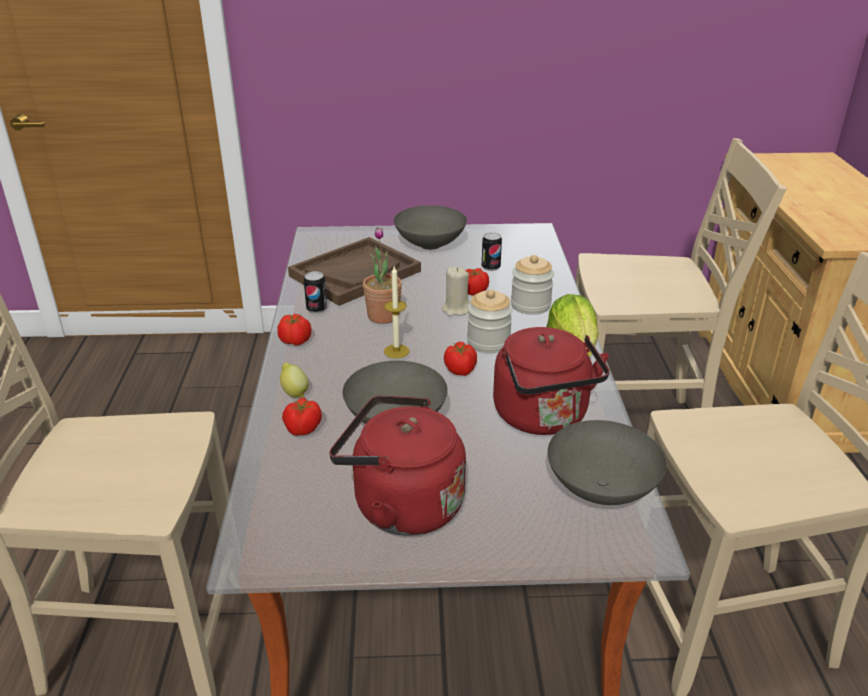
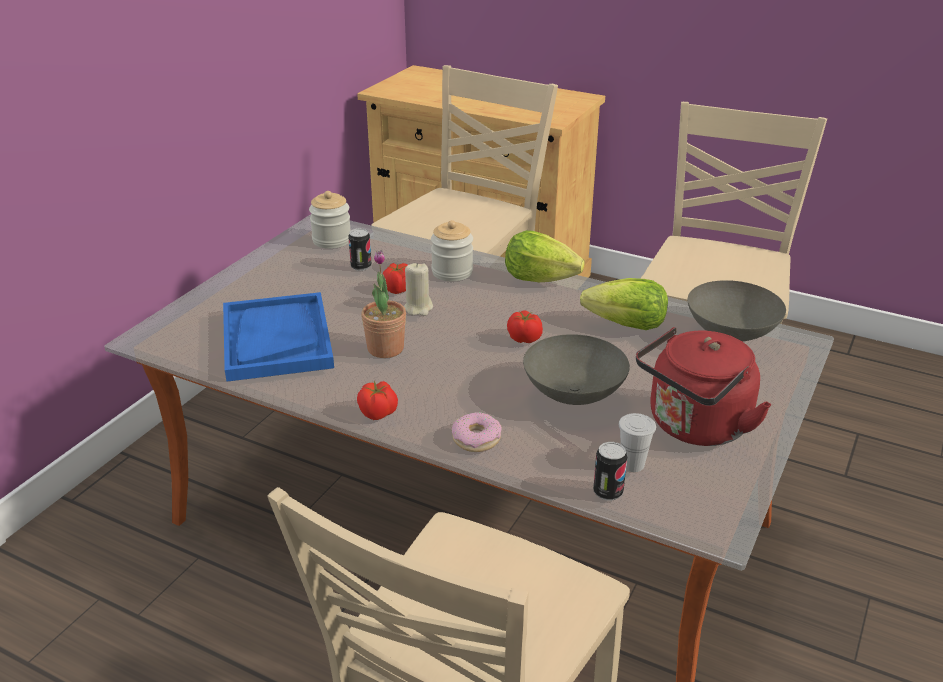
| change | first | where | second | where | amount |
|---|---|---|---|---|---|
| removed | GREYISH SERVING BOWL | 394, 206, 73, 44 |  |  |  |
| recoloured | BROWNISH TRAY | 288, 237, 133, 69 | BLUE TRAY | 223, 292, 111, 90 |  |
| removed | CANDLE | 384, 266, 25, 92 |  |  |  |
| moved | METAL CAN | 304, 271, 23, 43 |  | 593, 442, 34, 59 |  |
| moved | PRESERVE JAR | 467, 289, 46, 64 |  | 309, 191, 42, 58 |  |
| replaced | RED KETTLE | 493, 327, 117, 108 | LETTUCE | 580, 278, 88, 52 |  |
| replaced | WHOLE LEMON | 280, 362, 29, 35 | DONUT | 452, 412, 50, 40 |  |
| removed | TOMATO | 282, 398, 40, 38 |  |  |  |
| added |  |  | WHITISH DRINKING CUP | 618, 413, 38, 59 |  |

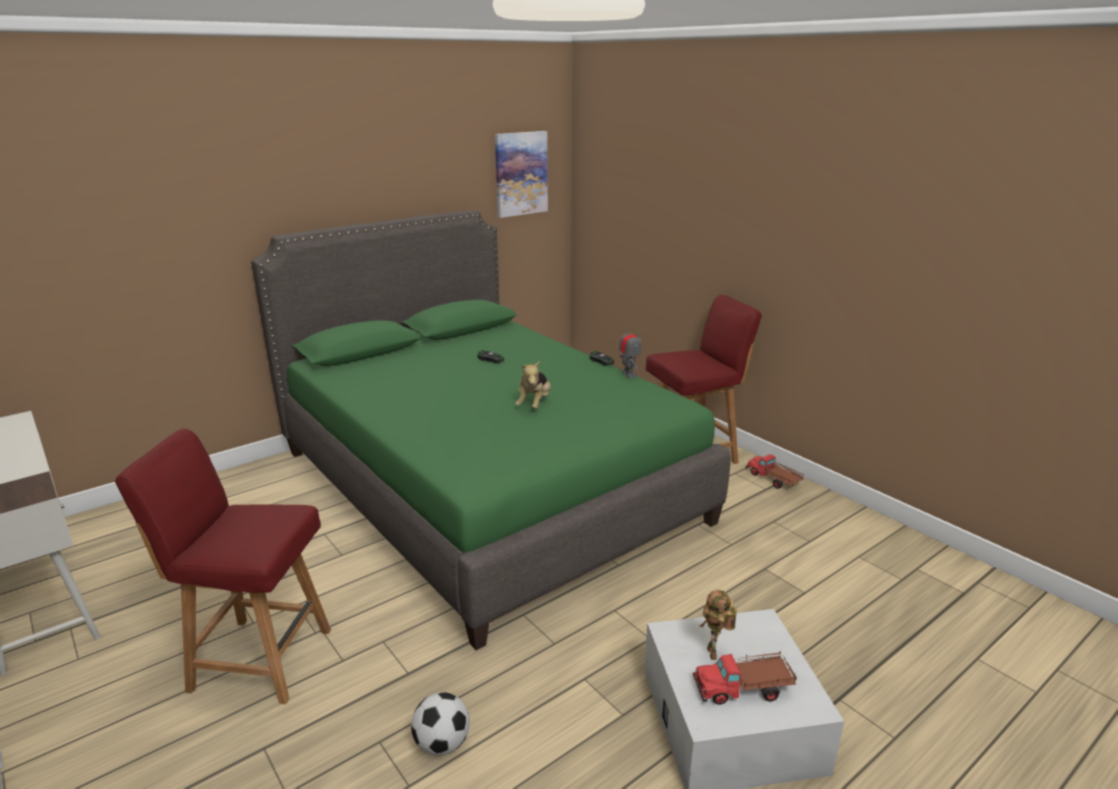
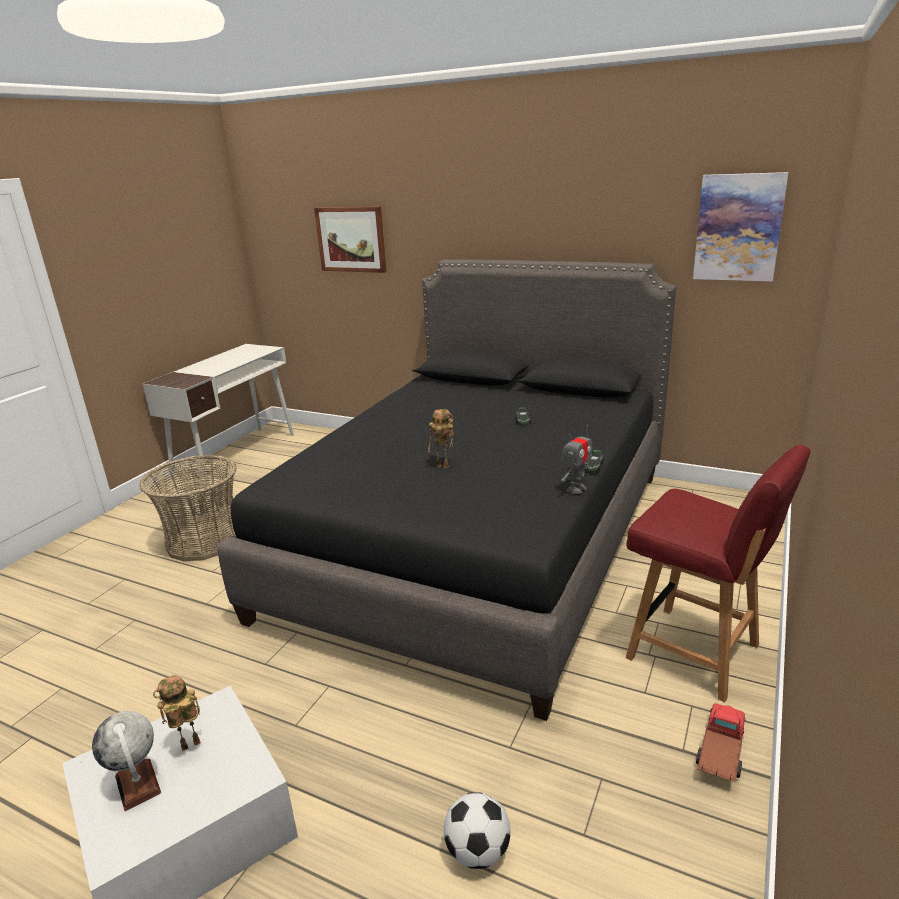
| change | first | where | second | where | amount |
|---|---|---|---|---|---|
| recoloured | GREEN SLEEPING BED | 251, 210, 480, 440 | BLACK SLEEPING BED | 218, 259, 458, 462 |  |
| replaced | CUDDLY TOY | 515, 361, 36, 48 | TOY ROBOT | 428, 409, 26, 59 |  |
| replaced | RED CHAIR | 115, 428, 216, 276 | STORAGE BASKET | 139, 455, 98, 107 |  |
| replaced | TOY TRUCK | 693, 651, 104, 54 | WORLD GLOBE | 92, 711, 69, 100 |  |
| moved | FOOTBALL | 411, 692, 59, 64 |  | 444, 792, 67, 77 |  |
| added |  |  | WALL PICTURE | 314, 207, 73, 66 |  |

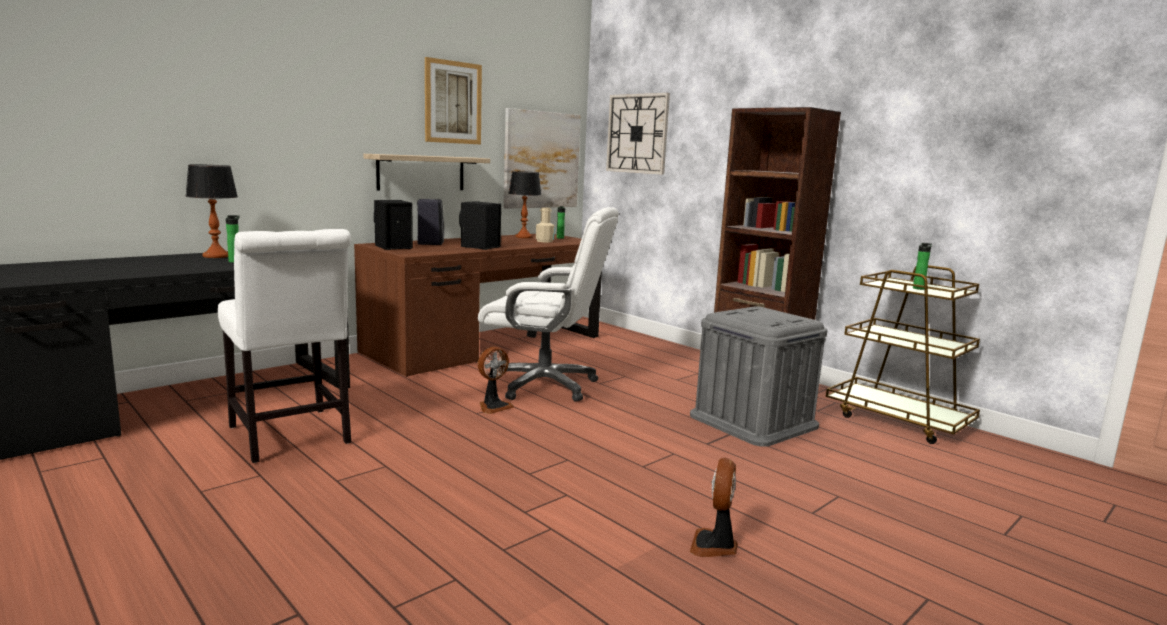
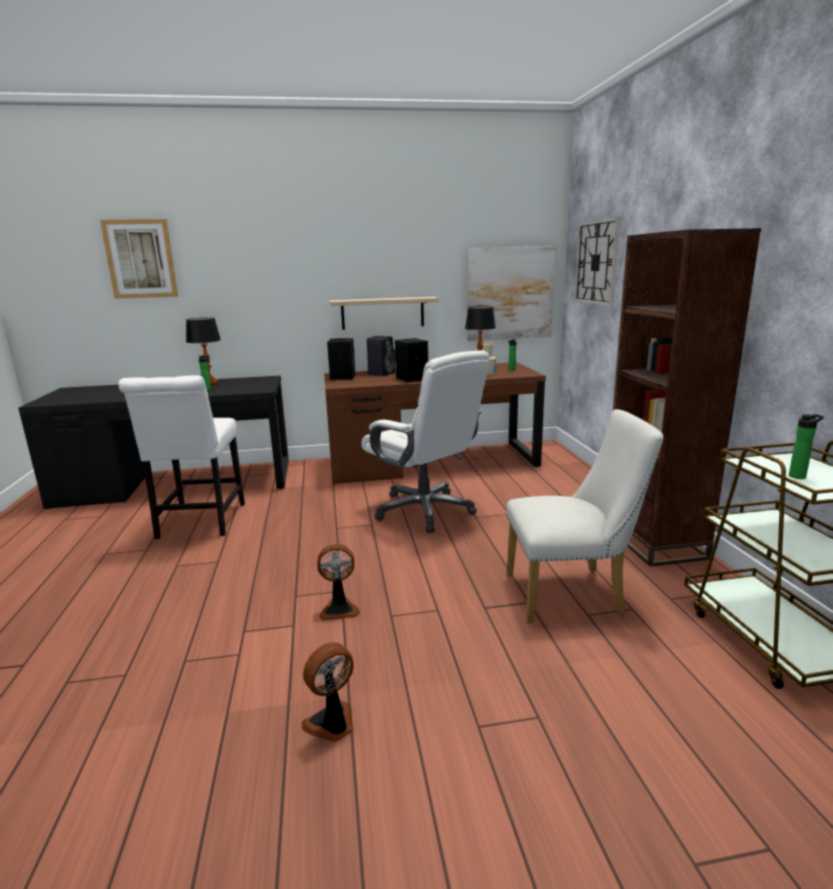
| change | first | where | second | where | amount |
|---|---|---|---|---|---|
| moved | WALL PICTURE | 425, 57, 57, 87 |  | 100, 219, 78, 80 |  |
| replaced | GREYISH STORAGE CONTAINER | 690, 306, 137, 141 | WHITISH CHAIR | 506, 409, 158, 214 |  |
| moved | ELECTRIC FAN | 478, 347, 36, 67 |  | 317, 544, 43, 77 |  |

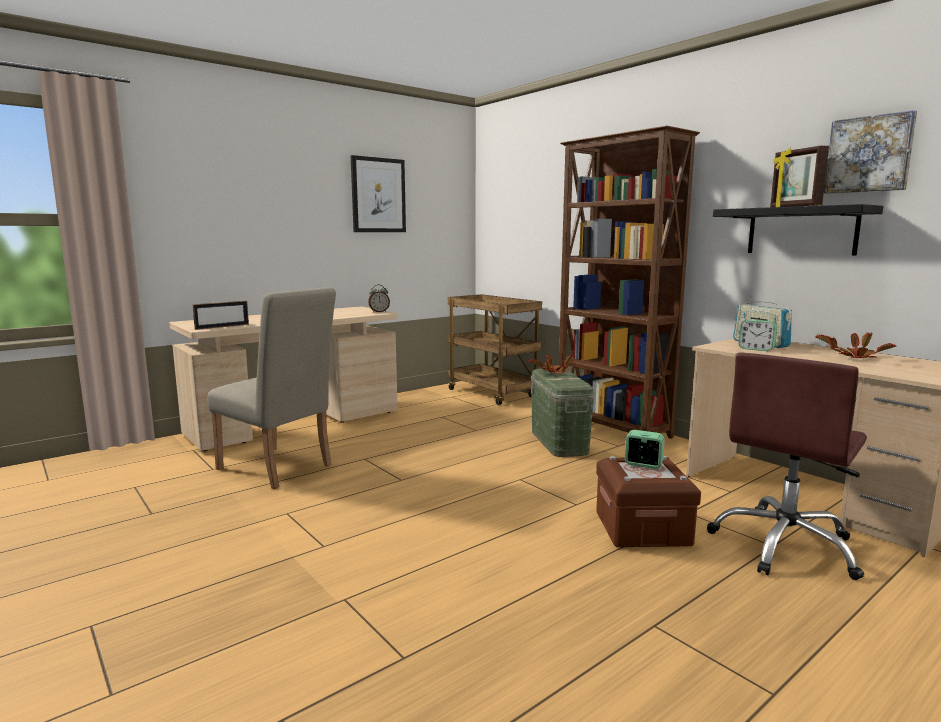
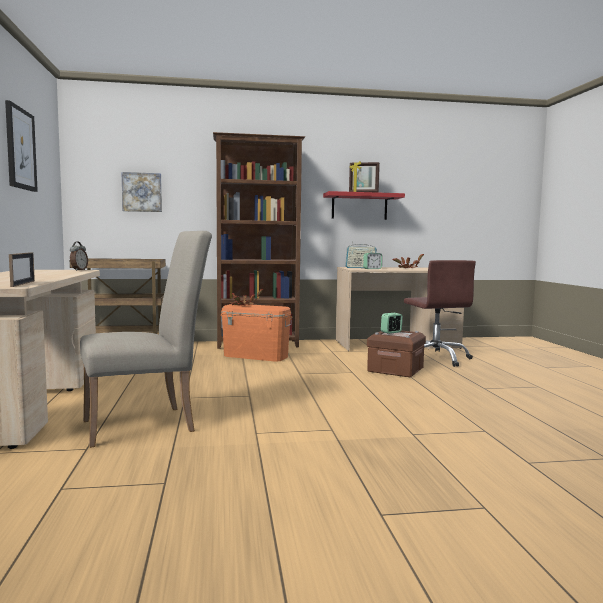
| change | first | where | second | where | amount |
|---|---|---|---|---|---|
| moved | WALL PICTURE | 824, 110, 93, 84 |  | 121, 172, 41, 40 |  |
| recoloured | BLACK BRACKET SHELF | 713, 204, 171, 51 | RED BRACKET SHELF | 323, 191, 82, 29 |  |
| recoloured | GREEN STORAGE CONTAINER | 531, 369, 64, 88 | ORANGEY STORAGE CONTAINER | 220, 304, 72, 58 |  |

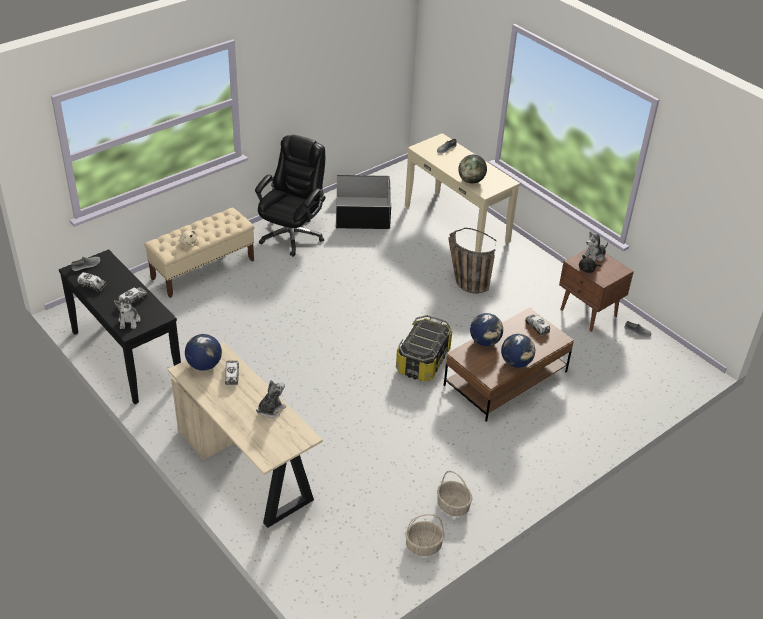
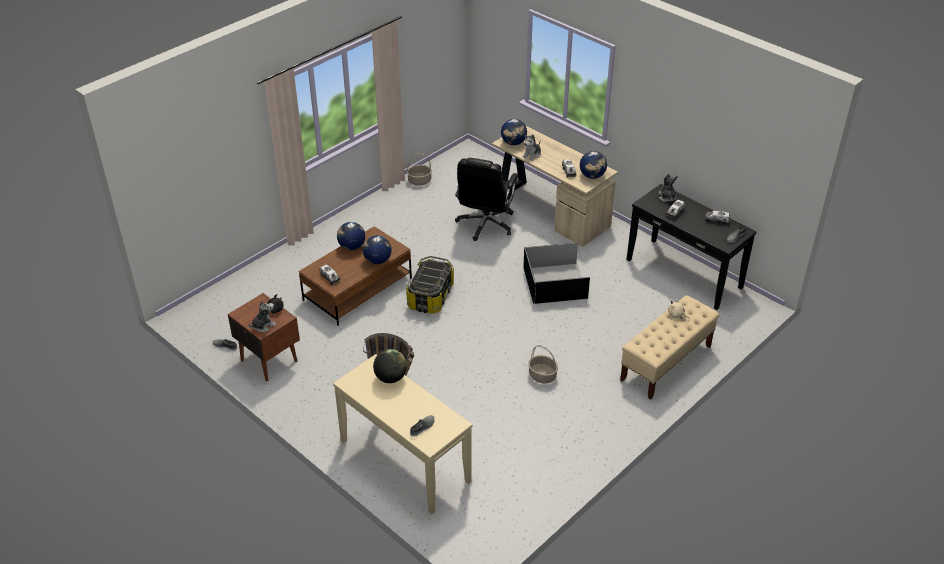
| change | first | where | second | where | amount |
|---|---|---|---|---|---|
| moved | BLACK DESK CHAIR | 255, 135, 70, 122 |  | 455, 158, 64, 83 |  |
| moved | BLACK STORAGE CONTAINER | 336, 175, 55, 54 |  | 523, 243, 67, 61 |  |
| moved | STORAGE BASKET | 437, 471, 35, 45 |  | 528, 345, 30, 38 |  |
| added |  |  | WORLD GLOBE | 501, 119, 26, 26 |  |

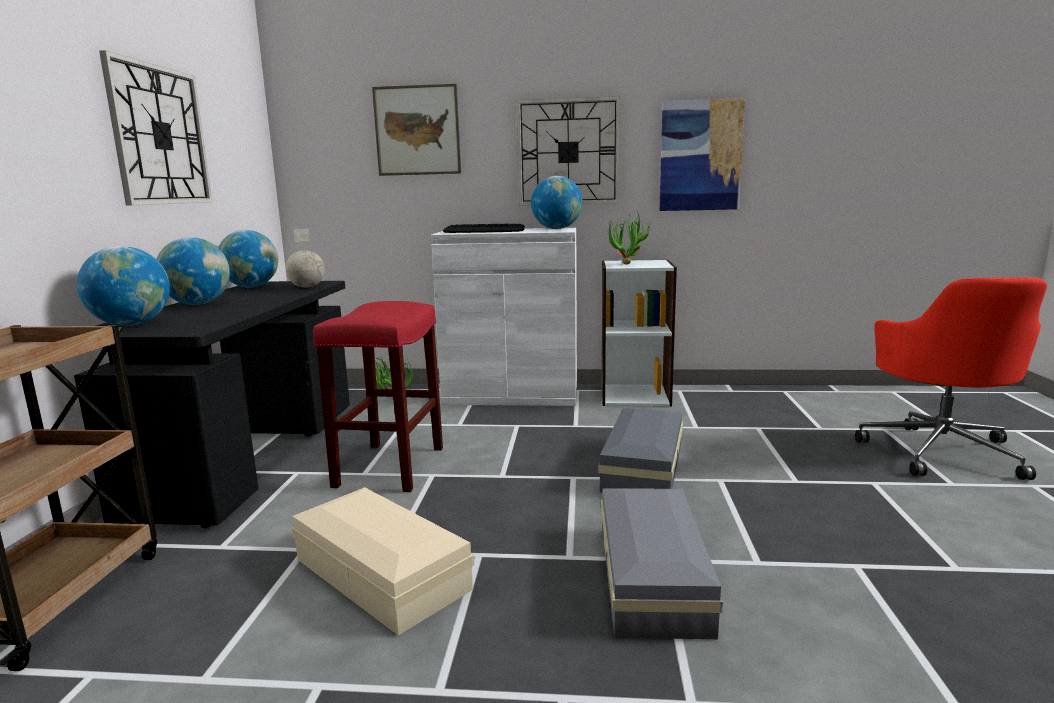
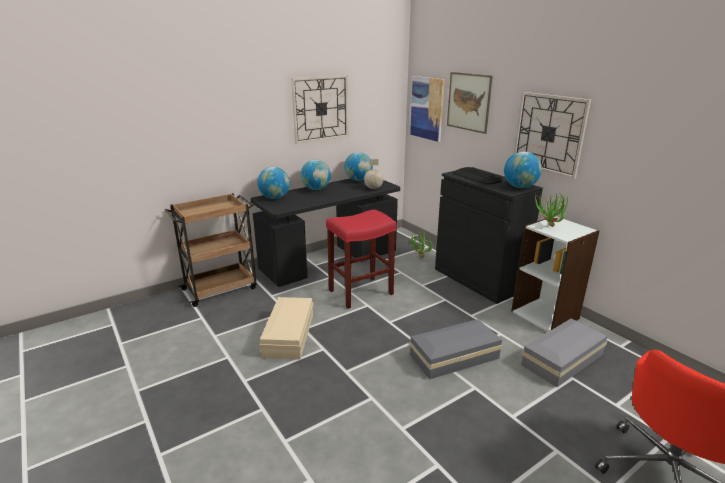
| change | first | where | second | where | amount |
|---|---|---|---|---|---|
| moved | WALL PICTURE | 659, 98, 86, 113 |  | 410, 76, 35, 66 |  |
| recoloured | WHITISH CABINET | 431, 228, 146, 178 | BLACK CABINET | 435, 167, 108, 137 |  |
| moved | GREYISH STORAGE CONTAINER | 601, 488, 122, 151 |  | 521, 318, 86, 69 |  |

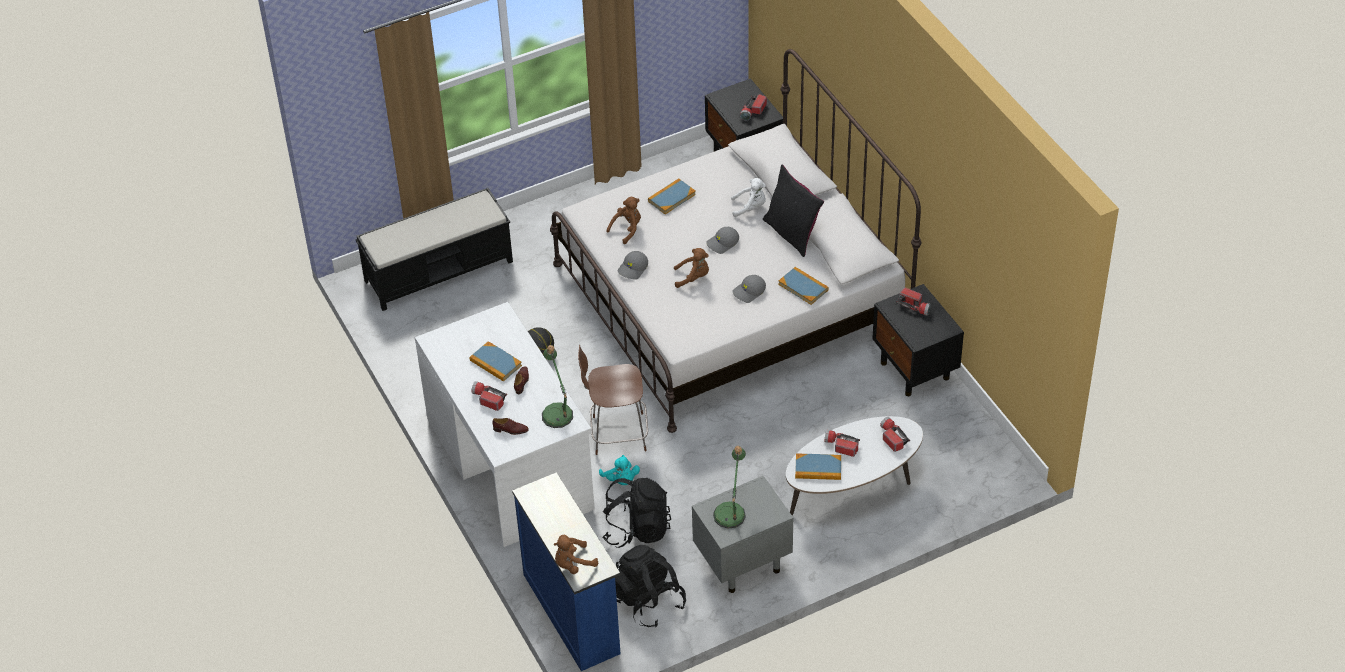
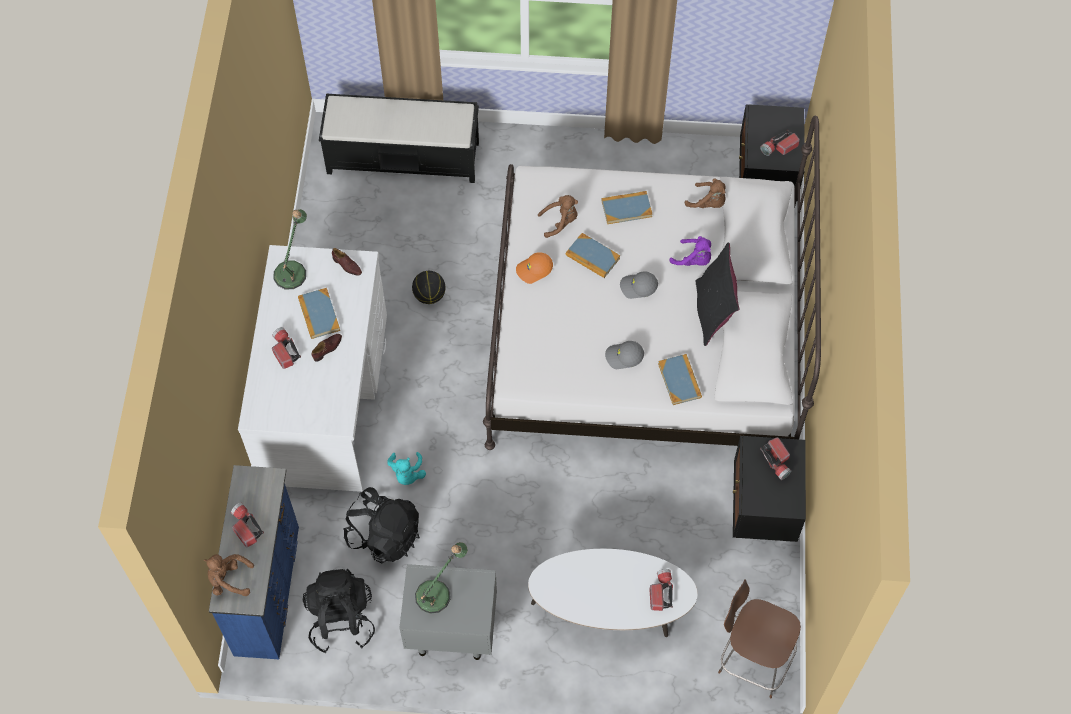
| change | first | where | second | where | amount |
|---|---|---|---|---|---|
| recoloured | WHITISH CUDDLY TOY | 731, 178, 35, 39 | PURPLE-COLOURED CUDDLY TOY | 670, 236, 41, 30 |  |
| moved | BROWNISH CUDDLY TOY | 674, 248, 35, 40 |  | 685, 178, 41, 30 |  |
| recoloured | GREYISH BASEBALL CAP | 617, 251, 31, 29 | ORANGEY BASEBALL CAP | 516, 252, 37, 32 |  |
| moved | TABLE LAMP | 542, 345, 31, 83 |  | 273, 209, 34, 80 |  |
| moved | BROWNISH CHAIR | 578, 345, 70, 110 |  | 718, 579, 83, 119 |  |
| moved | BROWNISH SHOE | 492, 418, 37, 17 |  | 332, 248, 30, 28 |  |
| moved | TORCH | 825, 430, 35, 27 |  | 231, 503, 33, 44 |  |
| moved | BOOK | 795, 454, 46, 26 |  | 566, 233, 54, 45 |  |

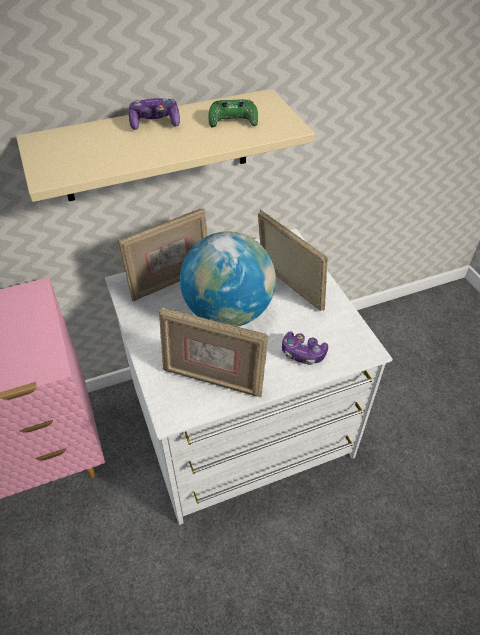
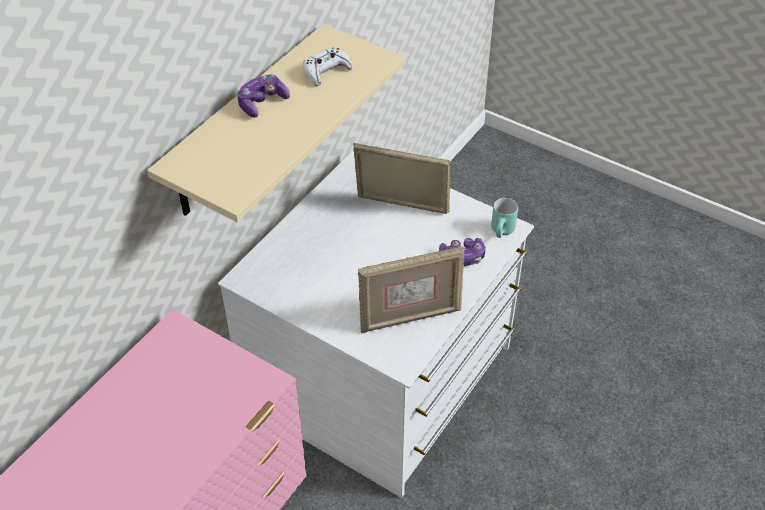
| change | first | where | second | where | amount |
|---|---|---|---|---|---|
| recoloured | GREEN GAME CONTROLLER | 208, 99, 50, 28 | WHITISH GAME CONTROLLER | 303, 47, 50, 39 |  |
| removed | PHOTO FRAME | 118, 208, 89, 94 |  |  |  |
| removed | WORLD GLOBE | 180, 231, 96, 96 |  |  |  |
| added |  |  | TURQUOISE-COLOURED MUG | 491, 198, 27, 40 |  |

